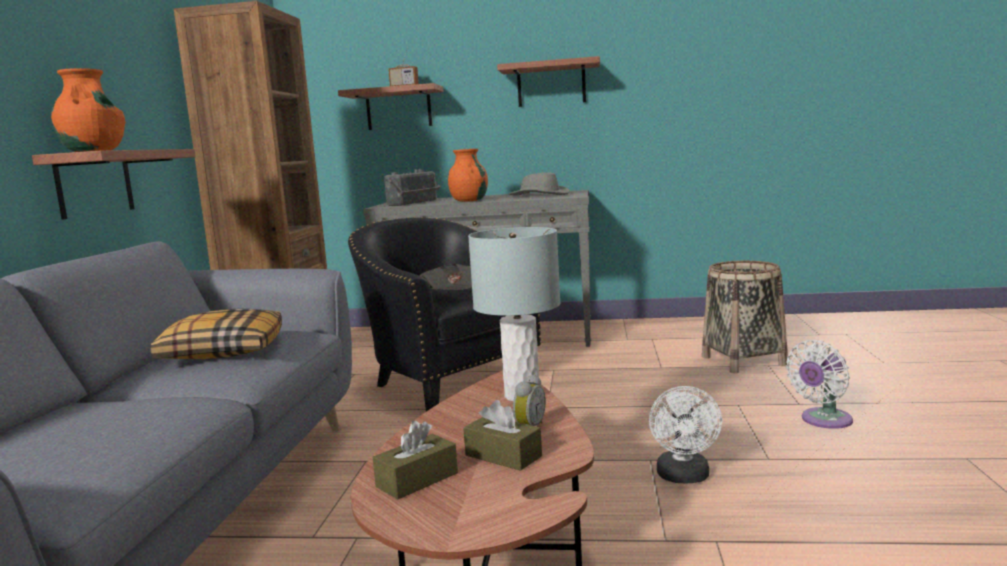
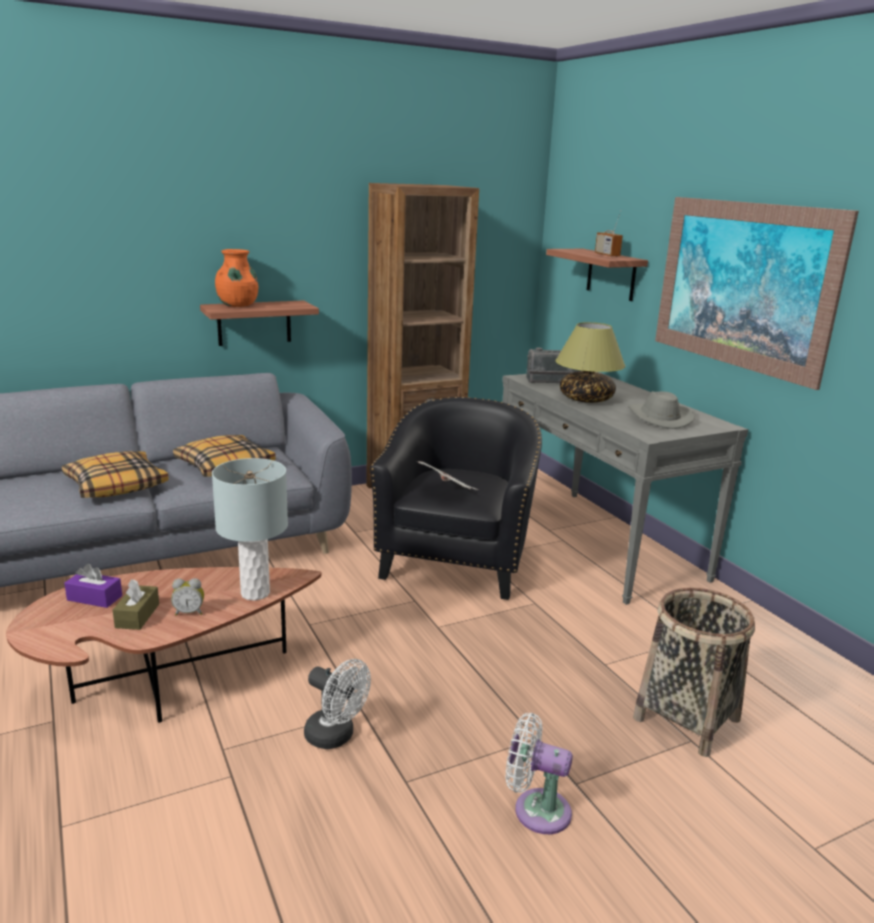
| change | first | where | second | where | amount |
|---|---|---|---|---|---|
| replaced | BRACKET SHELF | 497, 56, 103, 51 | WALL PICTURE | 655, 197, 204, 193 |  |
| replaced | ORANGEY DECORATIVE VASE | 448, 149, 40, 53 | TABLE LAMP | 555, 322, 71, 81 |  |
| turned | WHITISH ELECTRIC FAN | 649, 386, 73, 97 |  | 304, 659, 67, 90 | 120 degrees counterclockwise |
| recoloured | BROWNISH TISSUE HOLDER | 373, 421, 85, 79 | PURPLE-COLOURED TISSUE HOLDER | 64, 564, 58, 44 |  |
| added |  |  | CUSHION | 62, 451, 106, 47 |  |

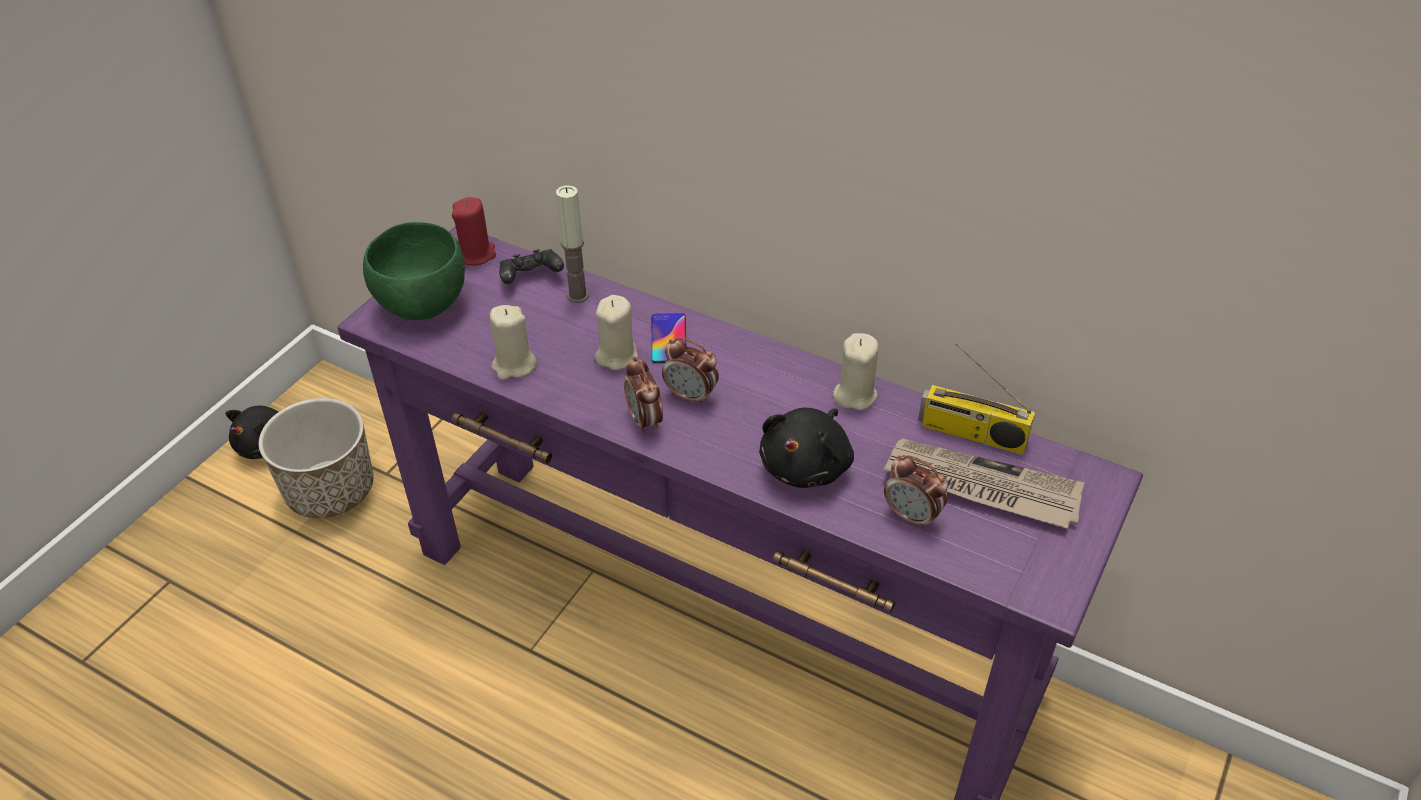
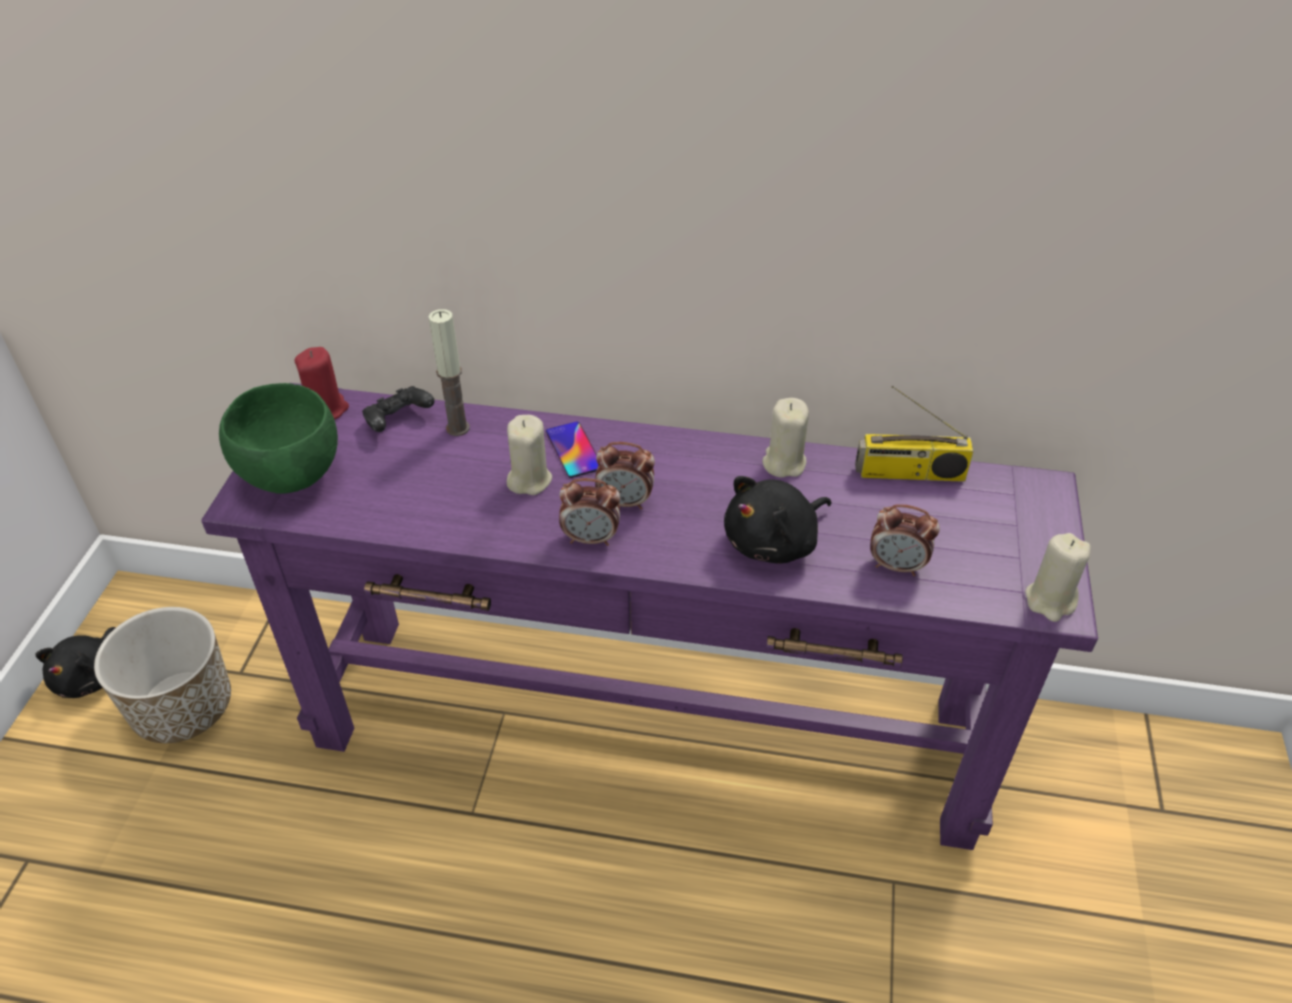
| change | first | where | second | where | amount |
|---|---|---|---|---|---|
| moved | BEIGE-COLOURED CANDLE | 490, 305, 47, 75 |  | 1025, 533, 66, 89 |  |
| turned | ALARM CLOCK | 624, 356, 39, 78 |  | 559, 478, 61, 68 | 45 degrees counterclockwise |
| turned | BLACK CUDDLY TOY | 759, 407, 95, 81 |  | 724, 476, 107, 88 | 45 degrees clockwise |
| removed | PRINTED PAPER | 883, 438, 202, 91 |  |  |  |

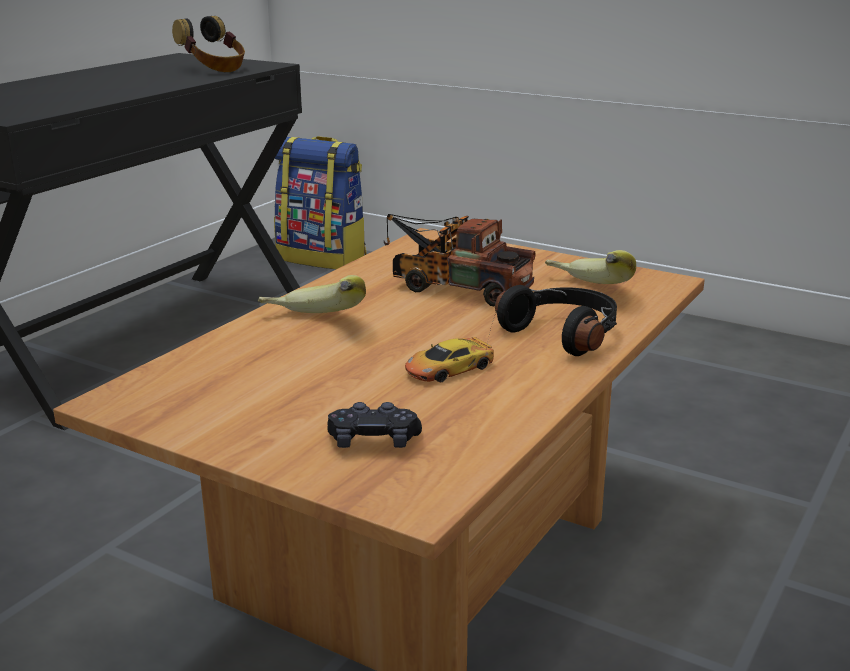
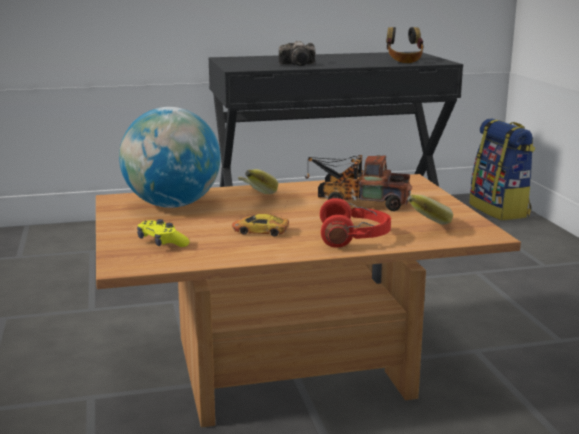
| change | first | where | second | where | amount |
|---|---|---|---|---|---|
| turned | TOY TRUCK | 384, 214, 151, 93 |  | 305, 155, 107, 56 | 60 degrees counterclockwise |
| recoloured | BLACK PAIR OF HEADPHONES | 495, 285, 122, 71 | RED PAIR OF HEADPHONES | 320, 198, 71, 50 |  |
| recoloured | BLACK GAME CONTROLLER | 327, 402, 95, 46 | YELLOW-COLOURED GAME CONTROLLER | 137, 219, 53, 28 |  |
| added |  |  | PHOTO CAMERA | 279, 41, 36, 25 |  |
| added |  |  | WORLD GLOBE | 119, 107, 101, 101 |  |

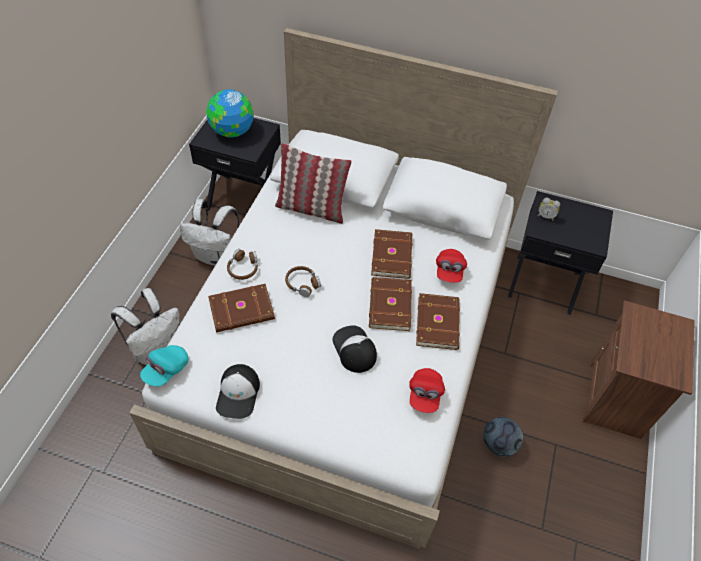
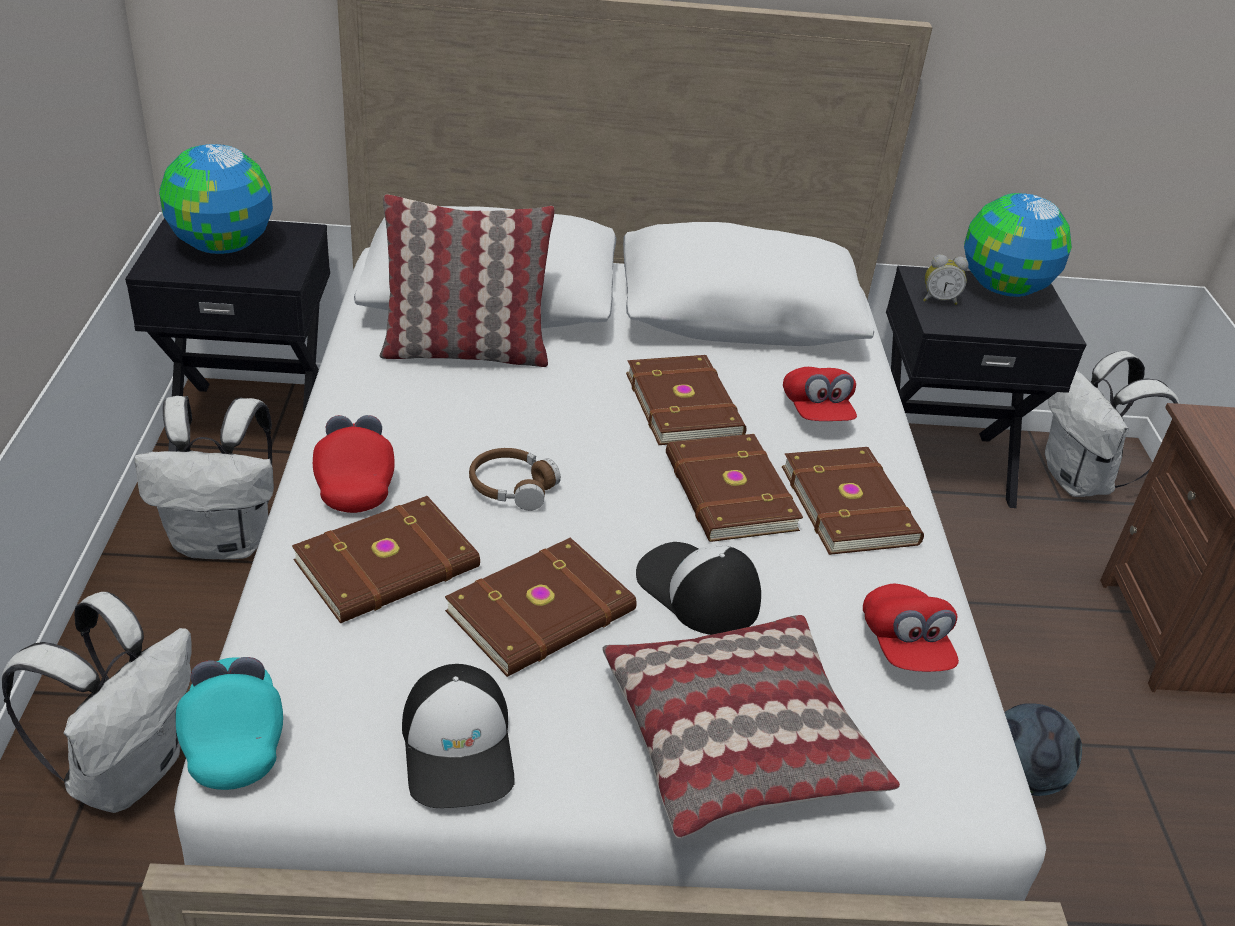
| change | first | where | second | where | amount |
|---|---|---|---|---|---|
| replaced | BROWNISH PAIR OF HEADPHONES | 227, 249, 31, 31 | RED BASEBALL CAP | 313, 415, 82, 98 |  |
| turned | TURQUOISE-COLOURED BASEBALL CAP | 140, 345, 48, 41 |  | 176, 657, 107, 133 | 150 degrees clockwise |
| added |  |  | WORLD GLOBE | 964, 193, 108, 104 |  |
| added |  |  | WHITISH RUCKSACK | 1045, 351, 135, 146 |  |
| added |  |  | BROWNISH BOOK | 445, 537, 192, 140 |  |
| added |  |  | CUSHION | 602, 615, 298, 223 |  |

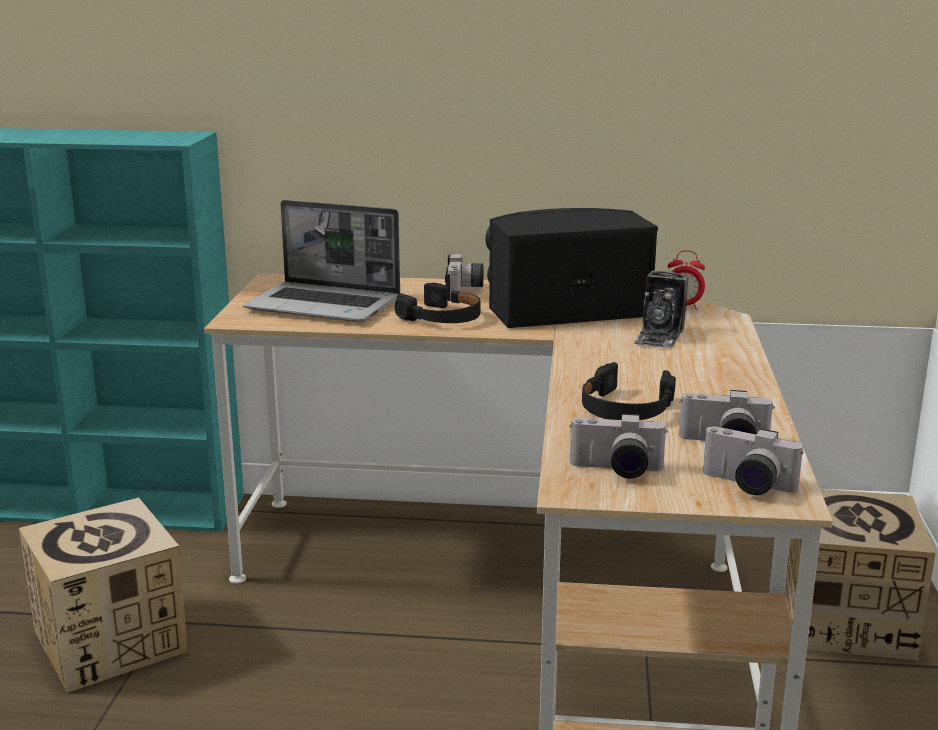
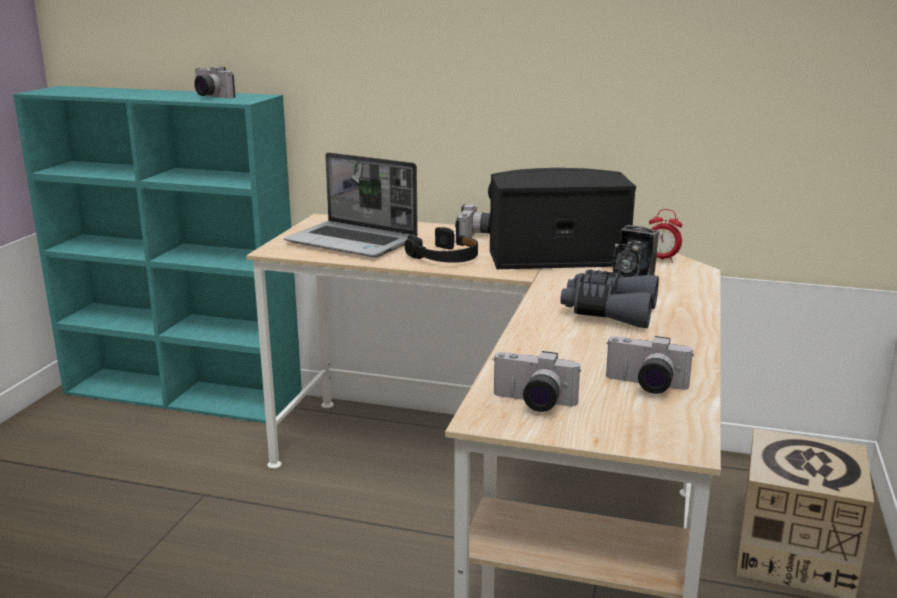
| change | first | where | second | where | amount |
|---|---|---|---|---|---|
| removed | BLACK PAIR OF HEADPHONES | 582, 362, 94, 58 |  |  |  |
| moved | PHOTO CAMERA | 703, 427, 101, 68 |  | 194, 66, 41, 32 |  |
| removed | CARTON | 19, 498, 168, 195 |  |  |  |
| added |  |  | GREYISH PAIR OF BINOCULARS | 561, 270, 98, 58 |  |

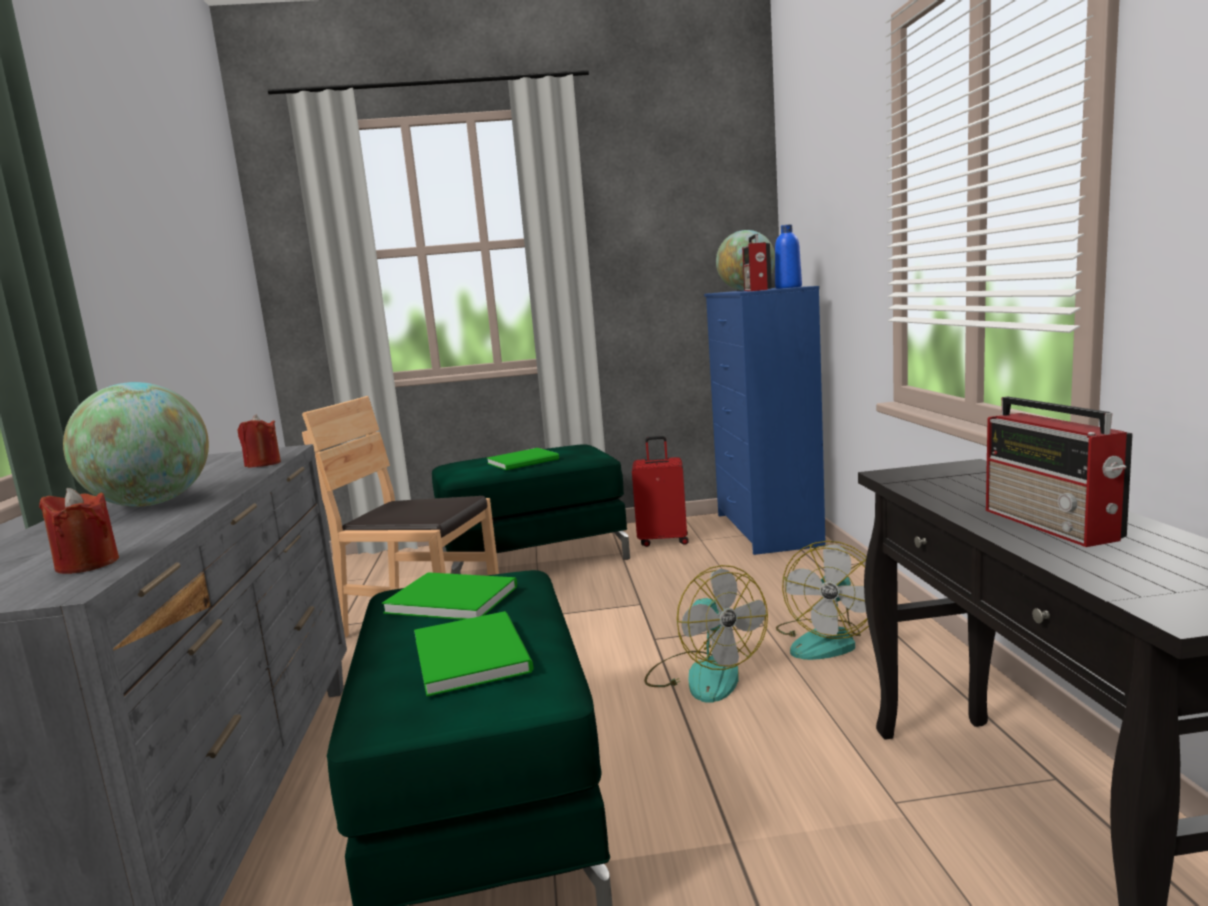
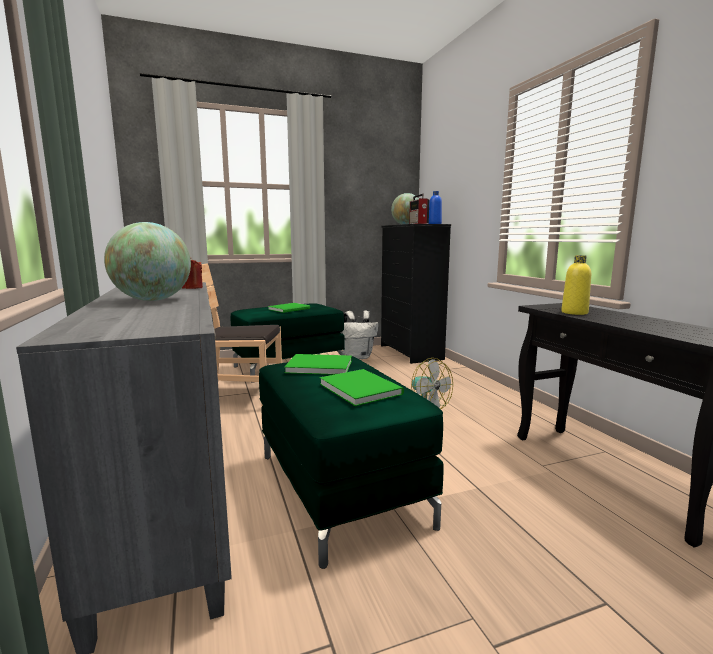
| change | first | where | second | where | amount |
|---|---|---|---|---|---|
| recoloured | BLUE DRESSER | 704, 286, 122, 269 | BLACK DRESSER | 381, 224, 70, 140 |  |
| removed | RADIO SET | 986, 397, 147, 150 |  |  |  |
| replaced | RED PIECE OF LUGGAGE | 632, 436, 57, 111 | WHITISH RUCKSACK | 342, 310, 36, 49 |  |
| removed | RED CANDLE | 39, 488, 80, 86 |  |  |  |
| removed | ELECTRIC FAN | 776, 541, 93, 119 |  |  |  |
| added |  |  | YELLOW-COLOURED BEVERAGE BOTTLE | 561, 255, 30, 60 |  |

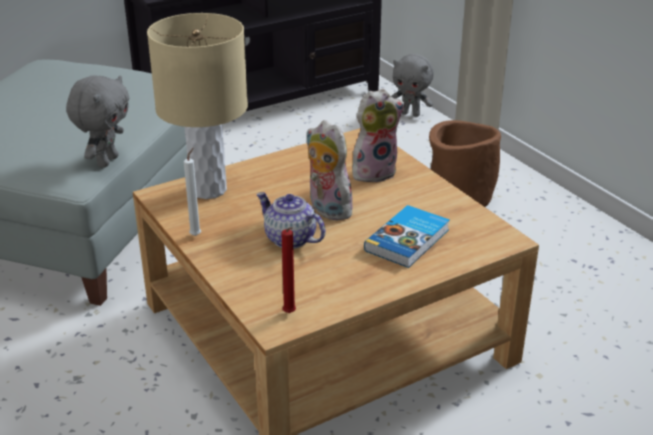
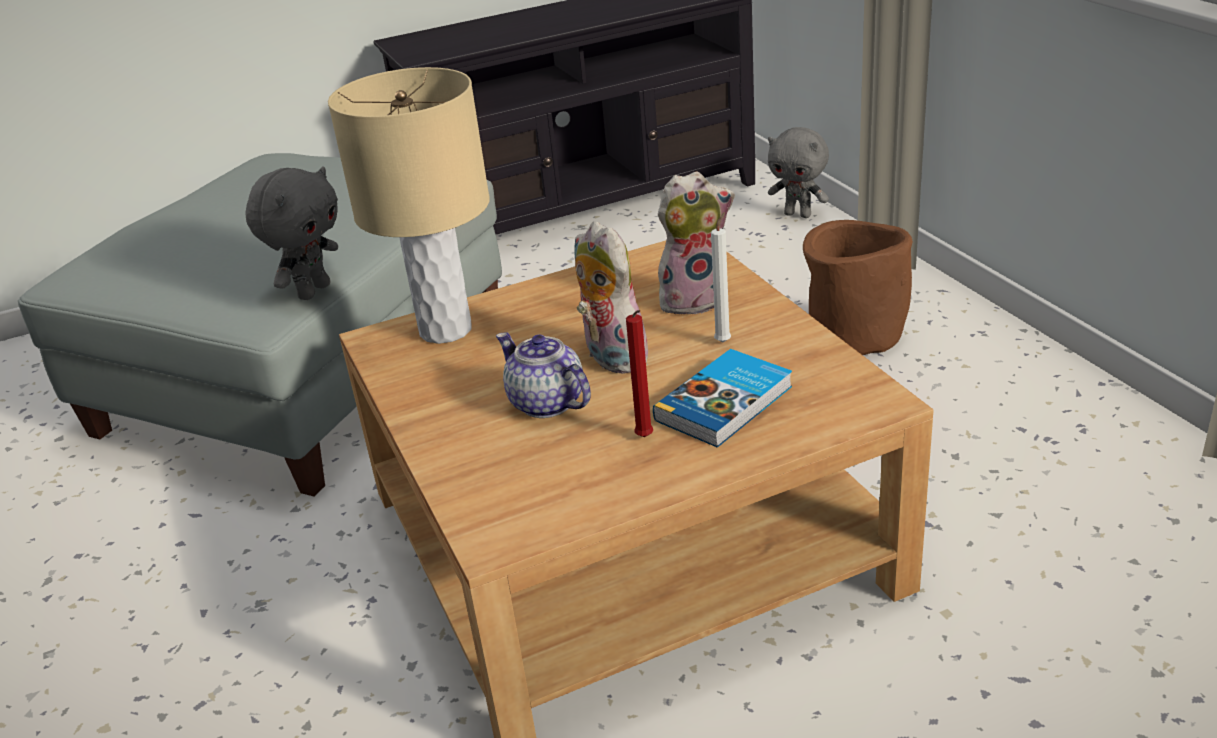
| change | first | where | second | where | amount |
|---|---|---|---|---|---|
| moved | WHITISH CANDLE | 184, 148, 17, 88 |  | 711, 212, 20, 131 |  |
| moved | RED CANDLE | 281, 227, 15, 86 |  | 626, 310, 27, 127 |  |

